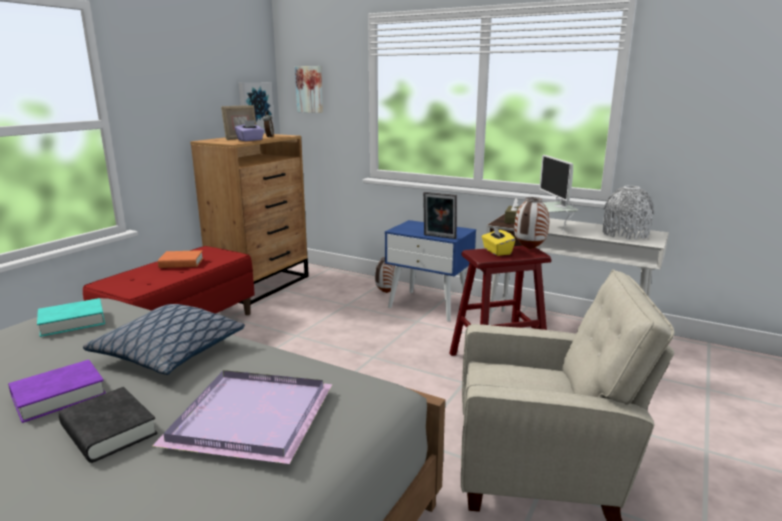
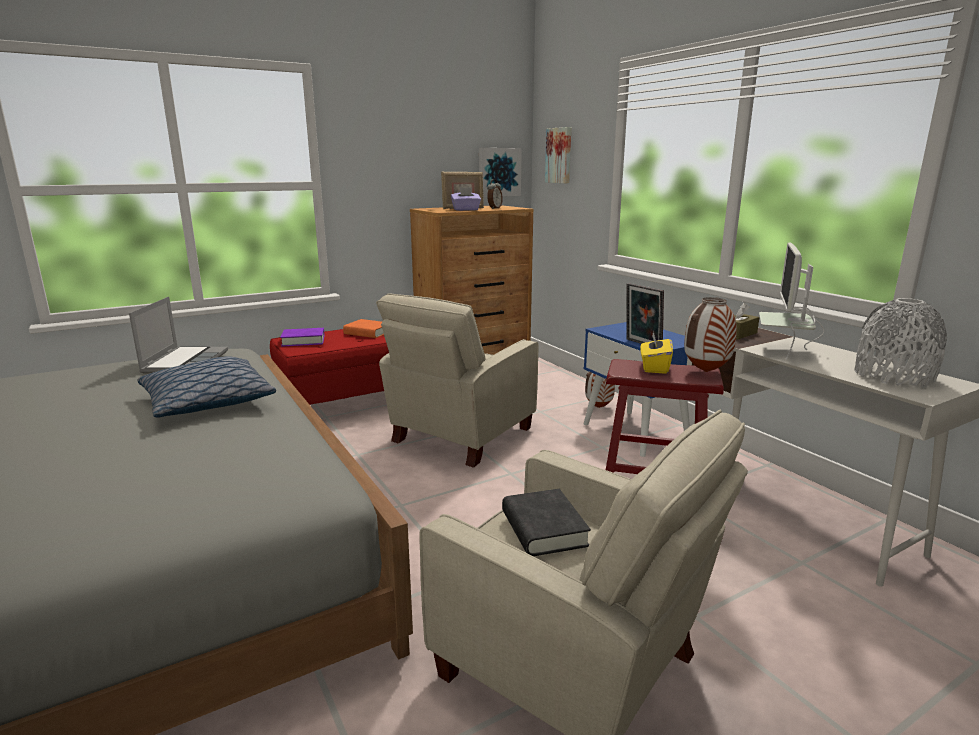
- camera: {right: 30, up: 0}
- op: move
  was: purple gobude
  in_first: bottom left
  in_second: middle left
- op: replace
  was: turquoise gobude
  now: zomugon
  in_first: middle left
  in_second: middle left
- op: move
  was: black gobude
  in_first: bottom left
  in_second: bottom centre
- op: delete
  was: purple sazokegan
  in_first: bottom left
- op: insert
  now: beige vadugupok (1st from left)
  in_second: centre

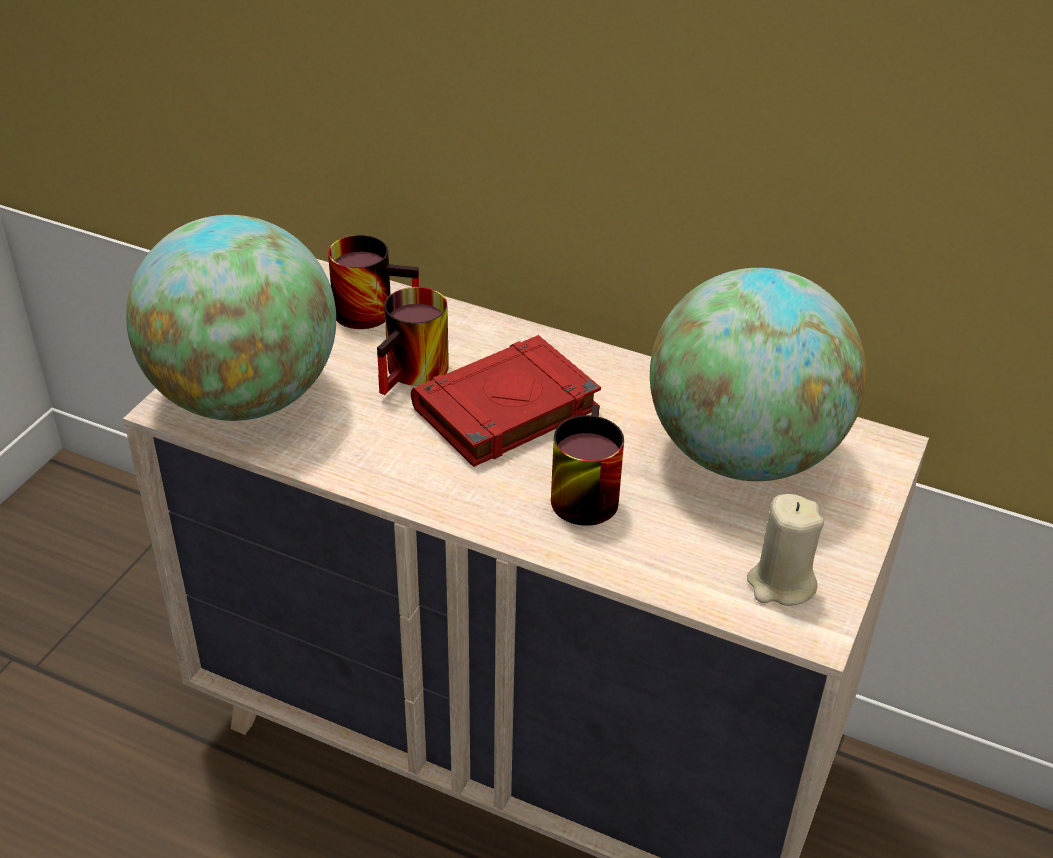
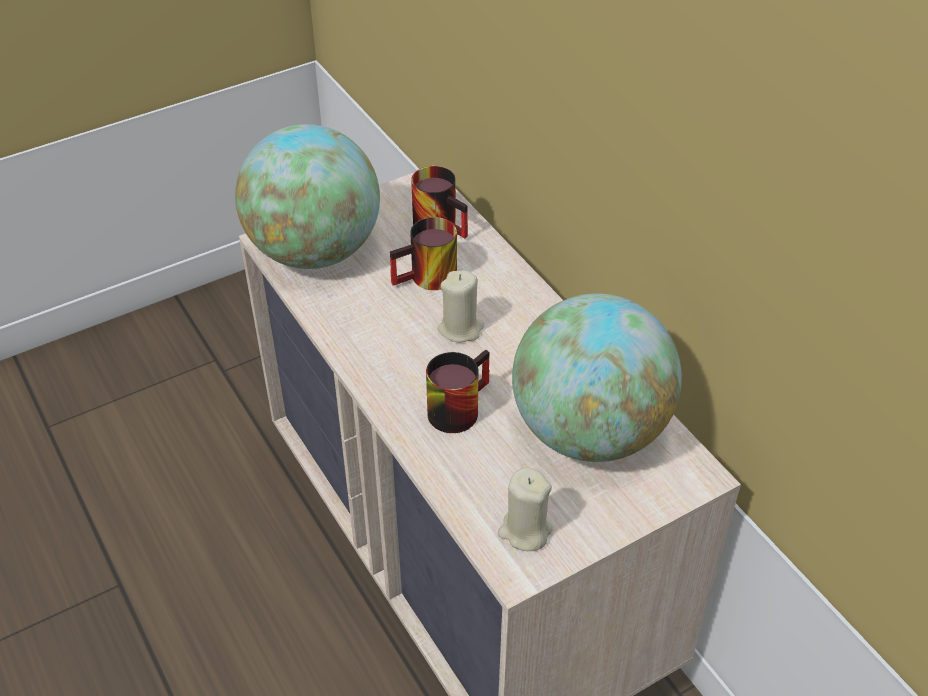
- camera: {right: 35, up: 5}
- op: replace
  was: red gobude
  now: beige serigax (1st from left)
  in_first: centre
  in_second: centre

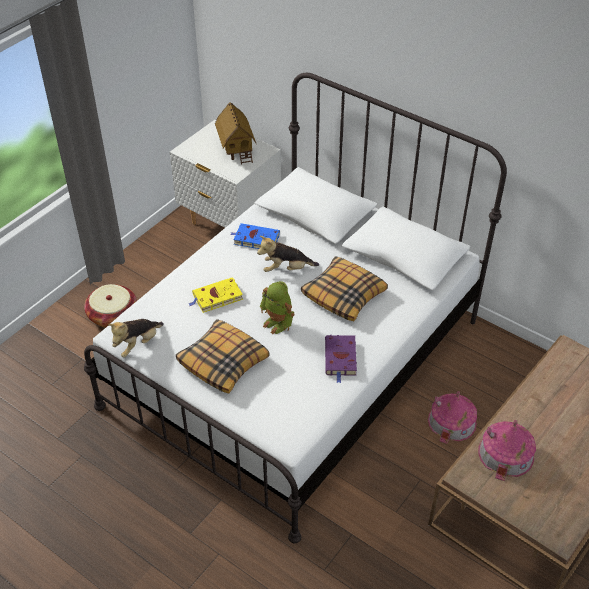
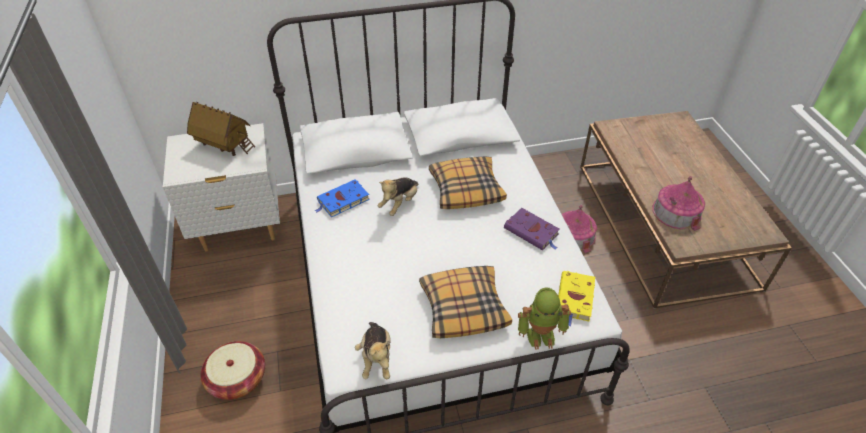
- camera: {right: -50, up: 0}
- op: move
  was: yellow gobude
  in_first: centre
  in_second: bottom centre
- op: move
  was: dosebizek
  in_first: centre
  in_second: bottom centre

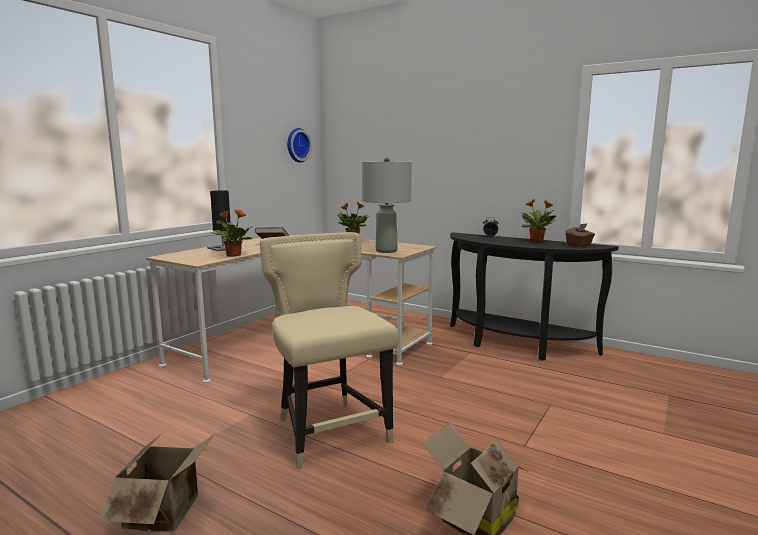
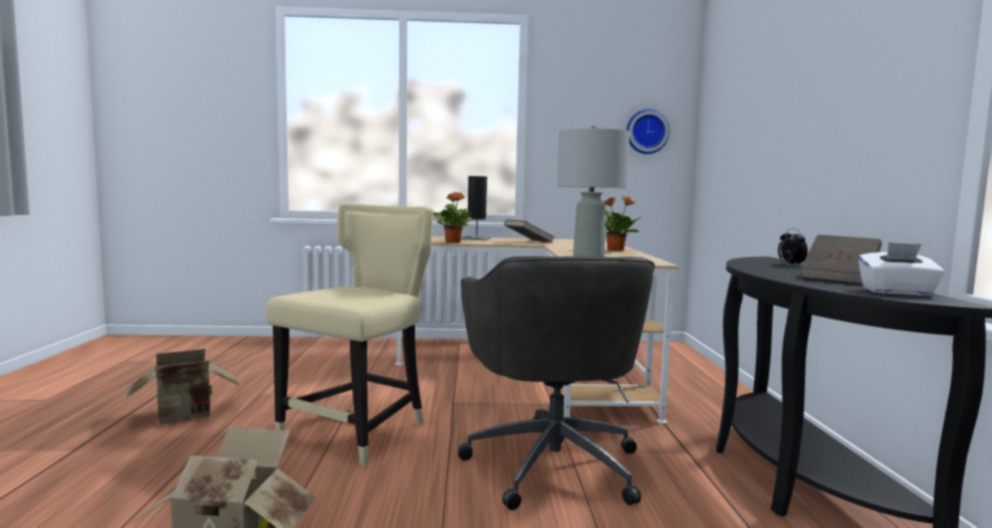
- camera: {right: 55, up: -5}
- op: replace
  was: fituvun (3rd from left)
  now: brown gobude (2nd from left)
  in_first: middle right
  in_second: middle right
- op: recolor
  was: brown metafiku
  now: white metafiku
  in_first: middle right
  in_second: middle right
- op: insert
  now: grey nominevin
  in_second: bottom centre

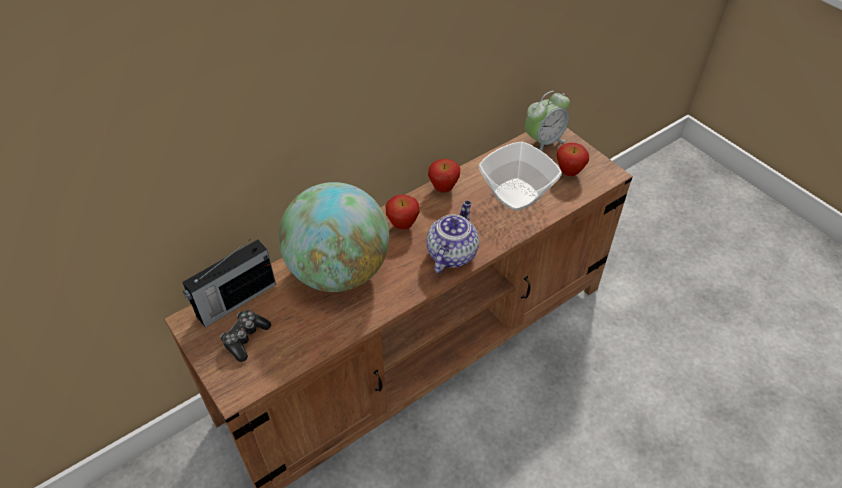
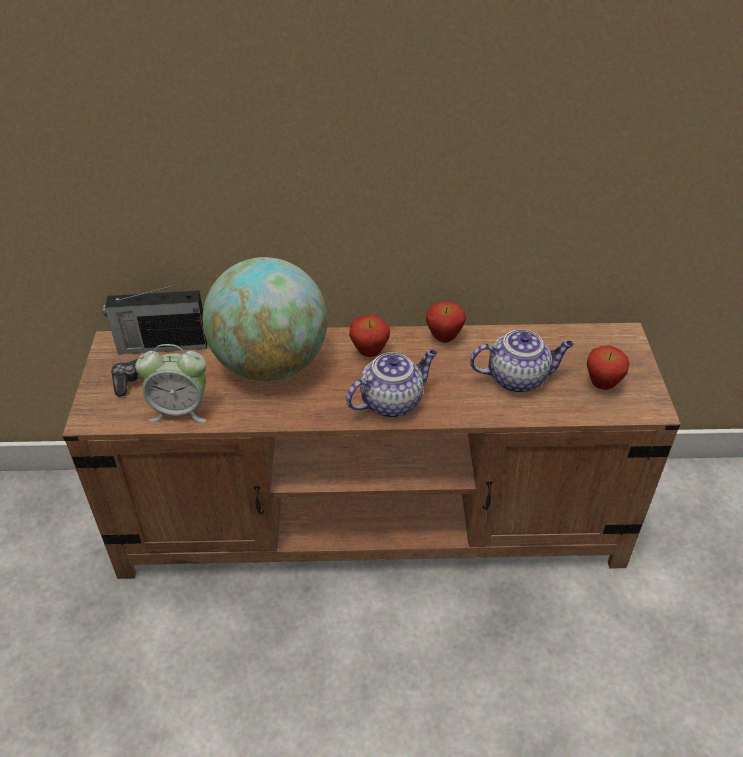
- camera: {right: 35, up: -5}
- op: replace
  was: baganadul
  now: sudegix (2nd from left)
  in_first: centre
  in_second: middle right
- op: move
  was: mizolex
  in_first: top centre
  in_second: middle left

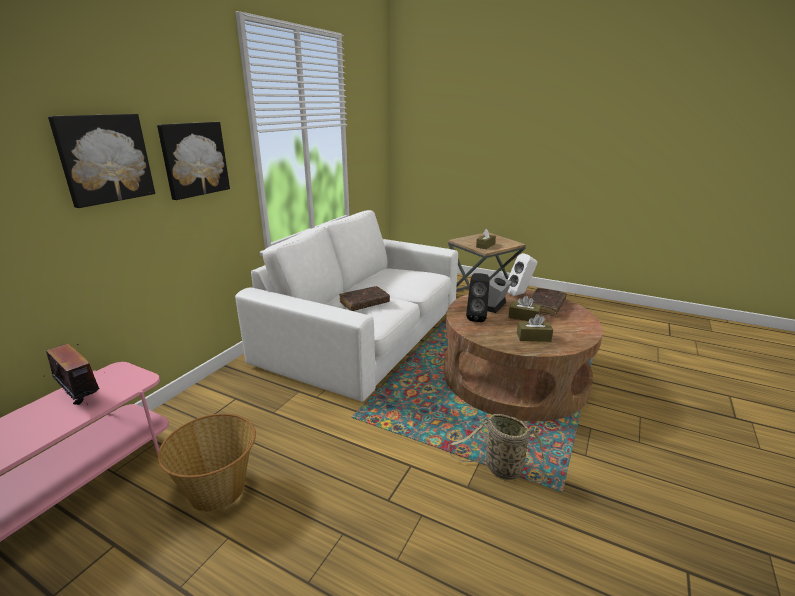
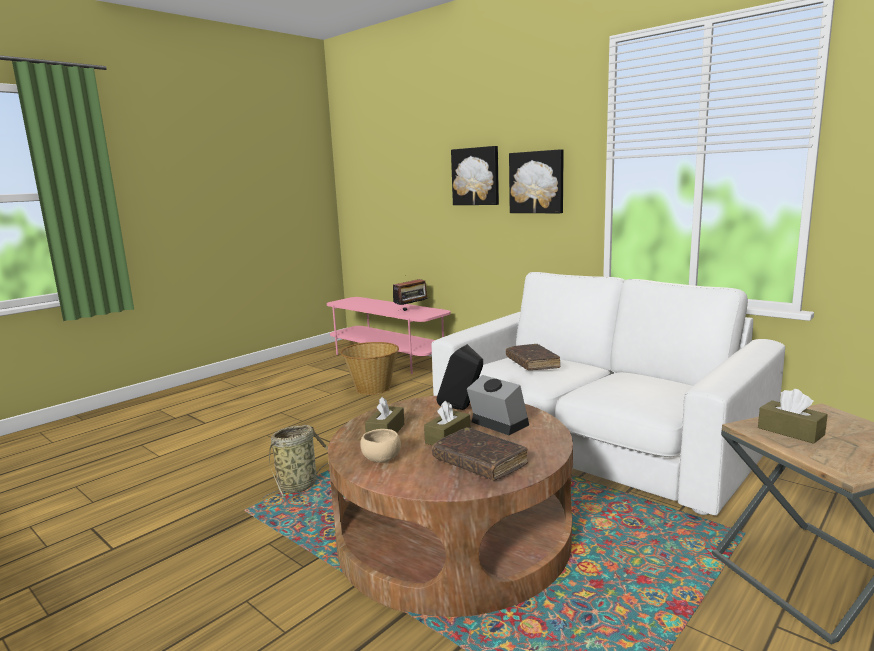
- camera: {right: 105, up: -10}
- op: delete
  was: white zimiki
  in_first: centre
- op: insert
  now: beige baganadul
  in_second: bottom centre

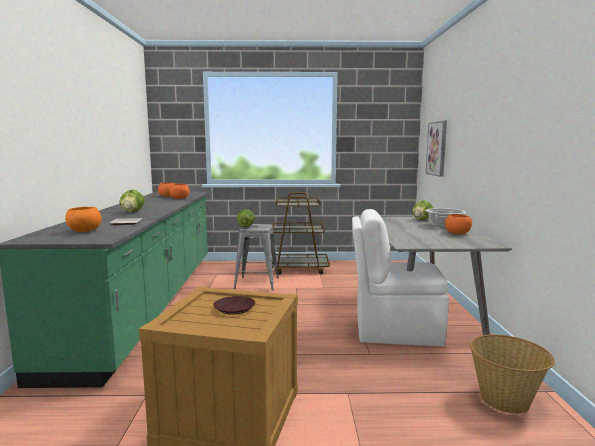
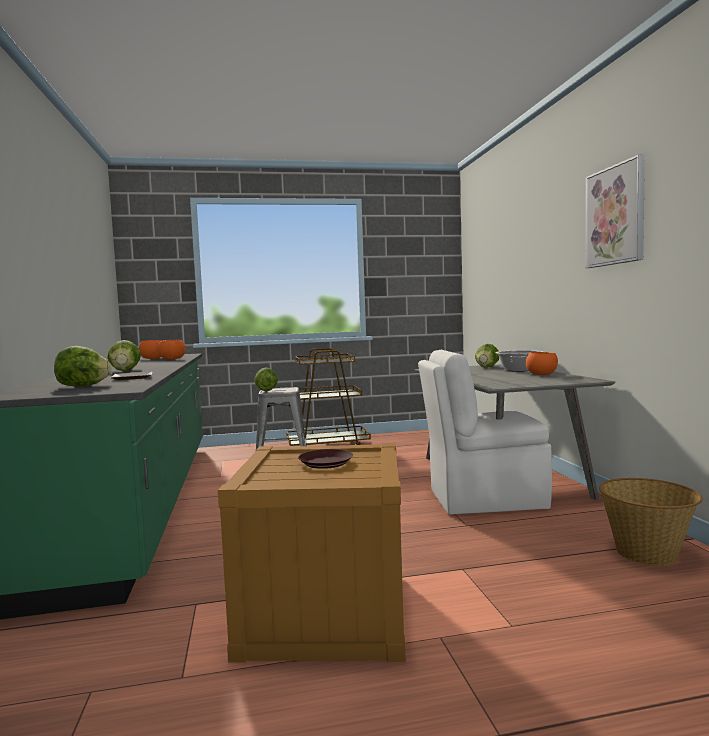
- camera: {right: -10, up: -5}
- op: replace
  was: orange baganadul (1st from left)
  now: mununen (1st from left)
  in_first: middle left
  in_second: middle left
- op: move
  was: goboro
  in_first: middle right
  in_second: top right

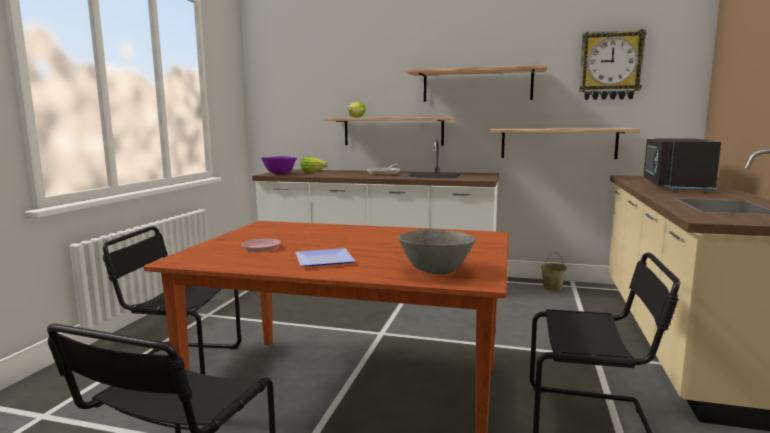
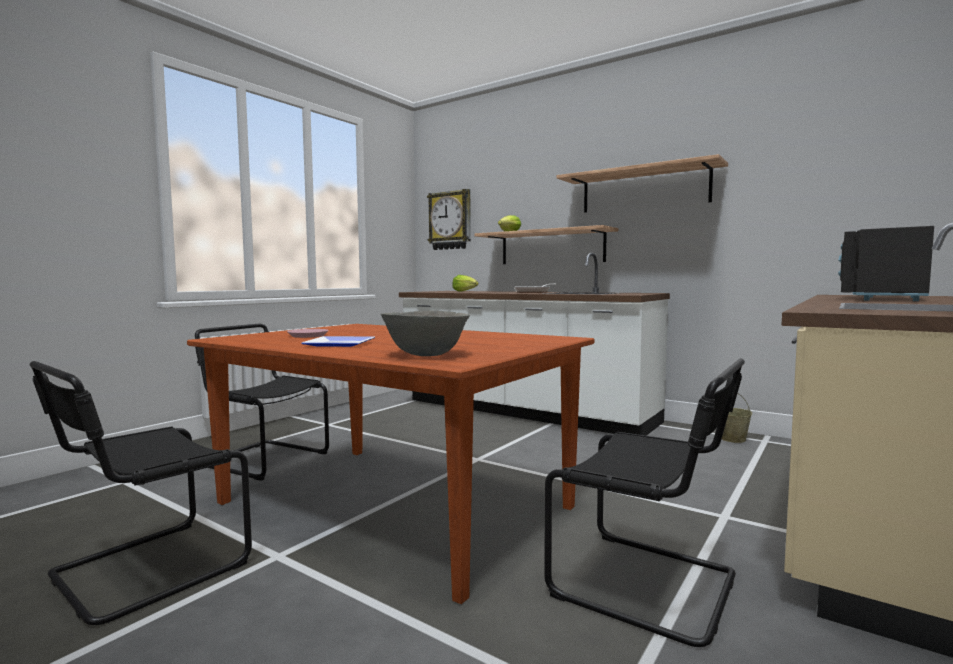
- camera: {right: 20, up: -5}
- op: delete
  was: purple baganadul
  in_first: centre
- op: delete
  was: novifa (3rd from left)
  in_first: top right
- op: move
  was: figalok
  in_first: top right
  in_second: top centre

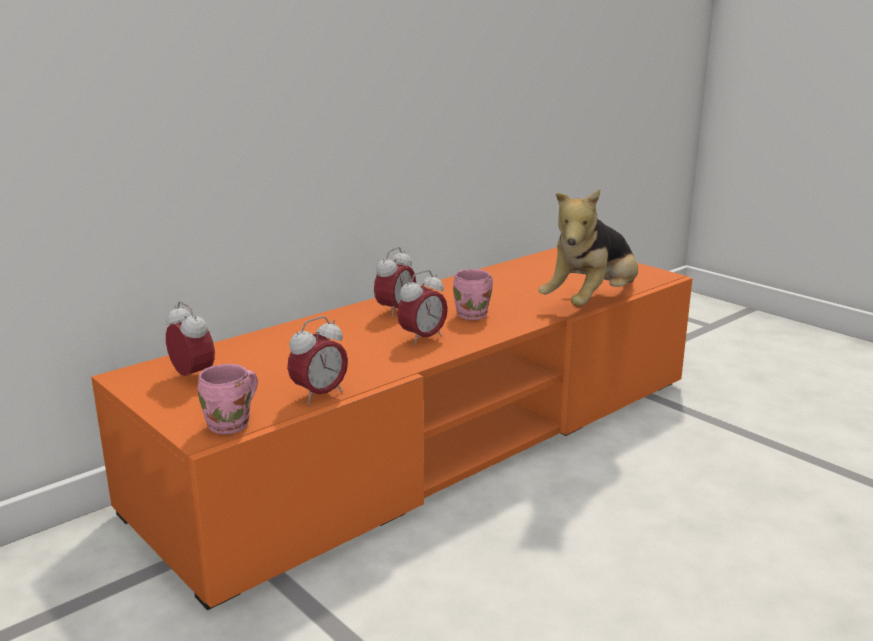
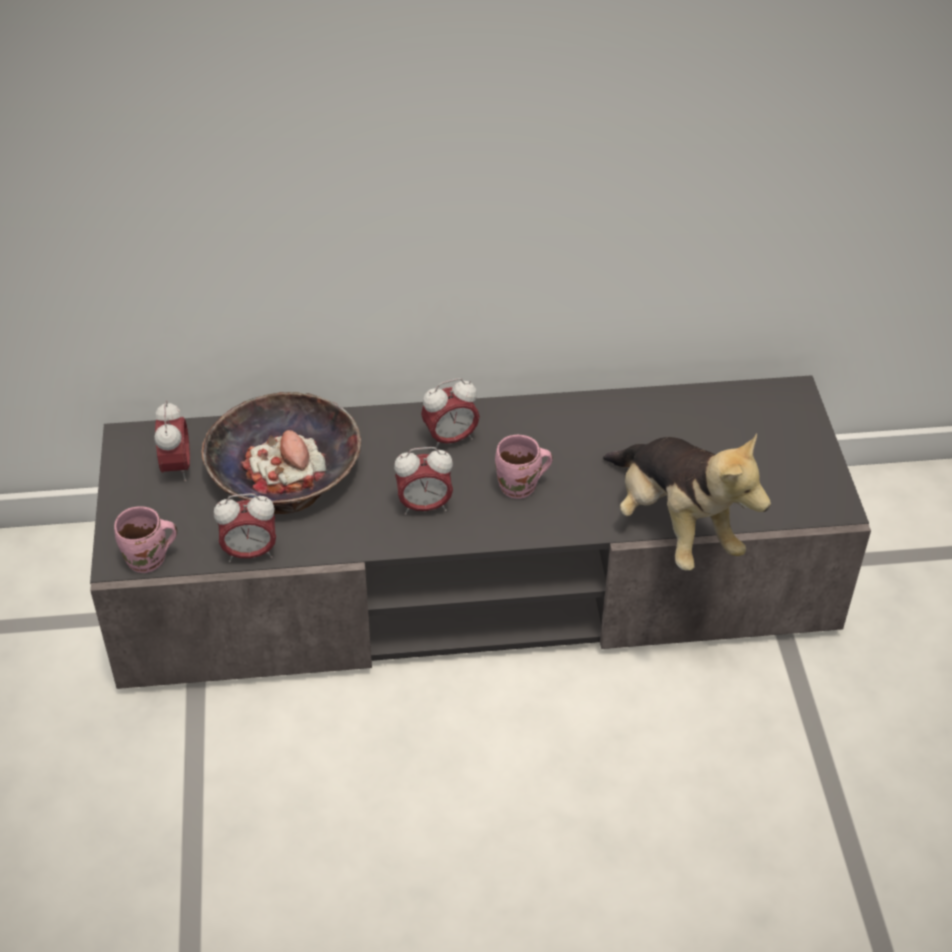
- camera: {right: 35, up: 25}
- op: recolor
  was: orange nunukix
  now: grey nunukix
  in_first: bottom centre
  in_second: centre
- op: rotate
  was: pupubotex
  in_first: middle right
  in_second: middle right
  clockwise: -105
- op: insert
  now: baganadul
  in_second: middle left

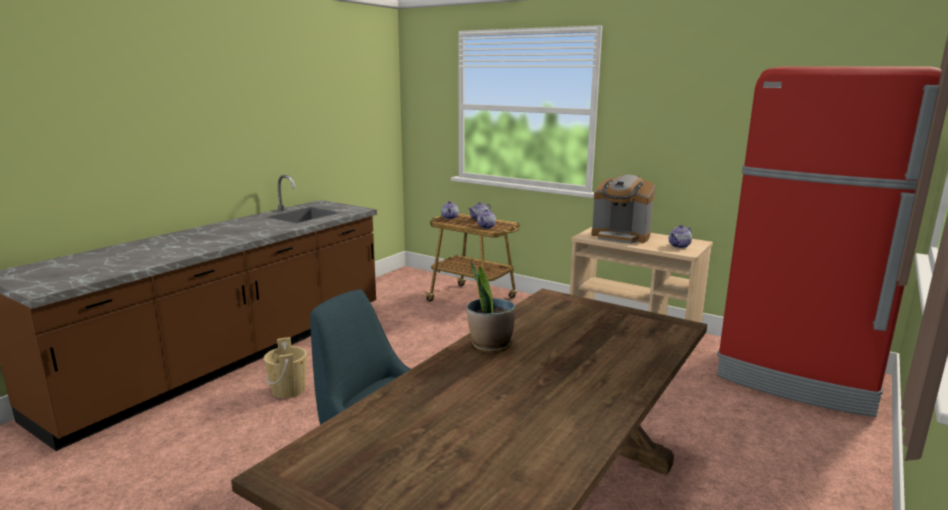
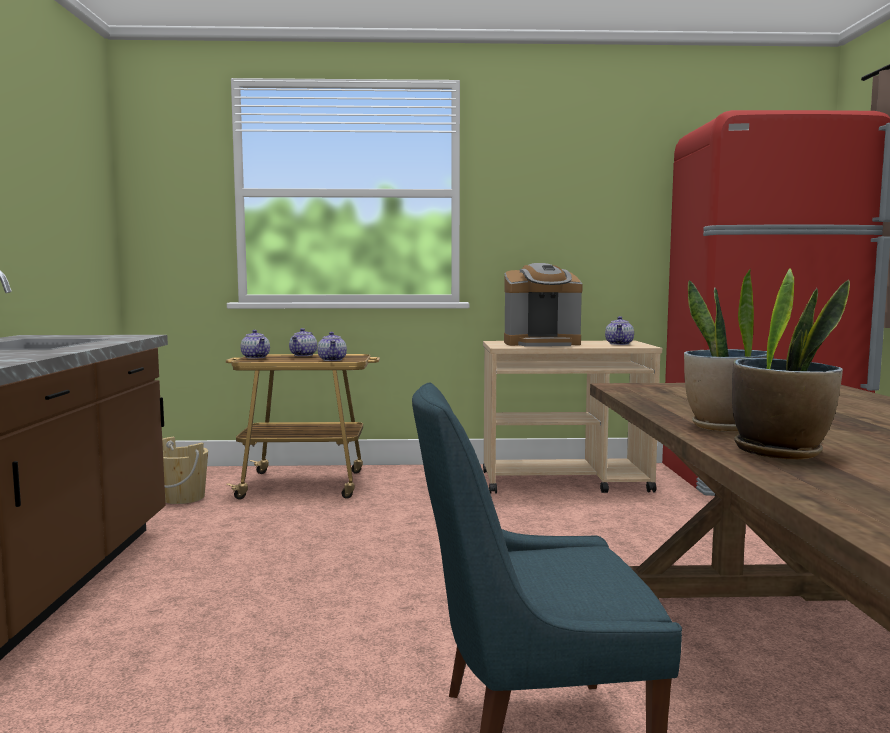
- camera: {right: -35, up: -10}
- op: move
  was: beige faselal
  in_first: bottom left
  in_second: middle left
- op: insert
  now: fituvun (2nd from left)
  in_second: middle right

